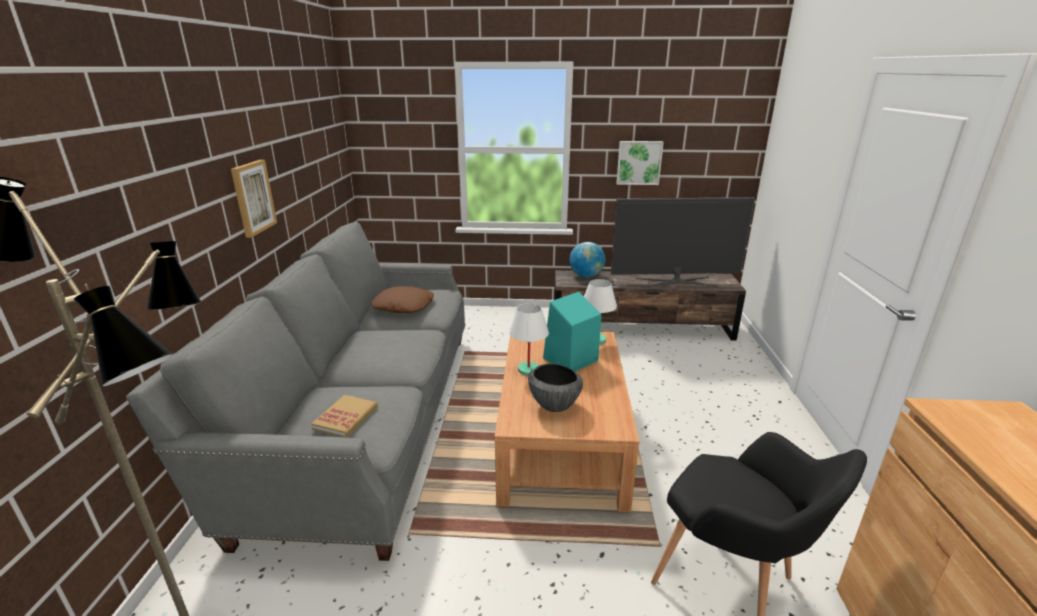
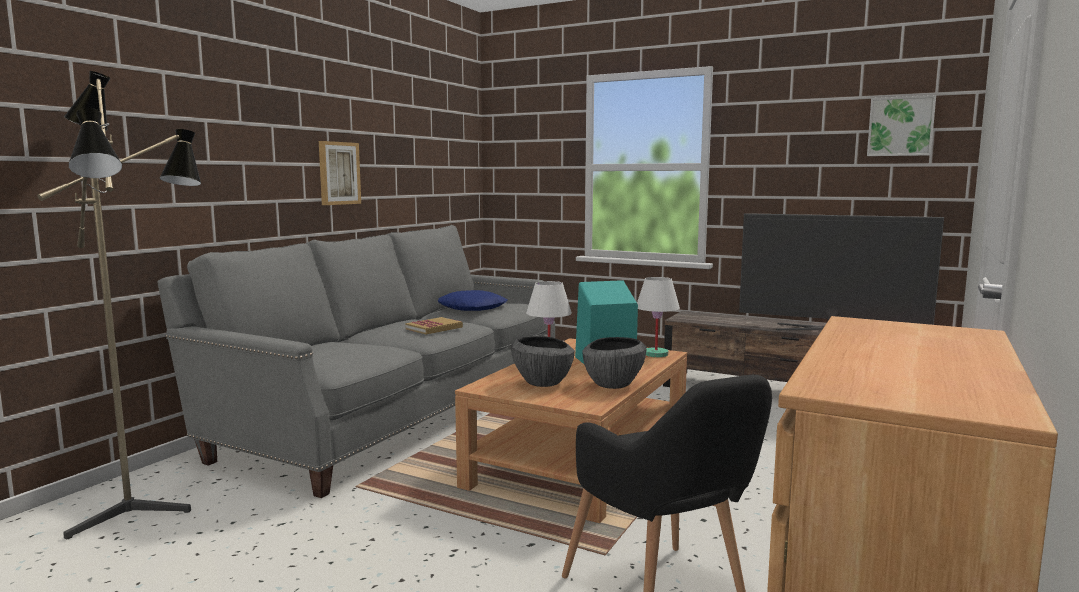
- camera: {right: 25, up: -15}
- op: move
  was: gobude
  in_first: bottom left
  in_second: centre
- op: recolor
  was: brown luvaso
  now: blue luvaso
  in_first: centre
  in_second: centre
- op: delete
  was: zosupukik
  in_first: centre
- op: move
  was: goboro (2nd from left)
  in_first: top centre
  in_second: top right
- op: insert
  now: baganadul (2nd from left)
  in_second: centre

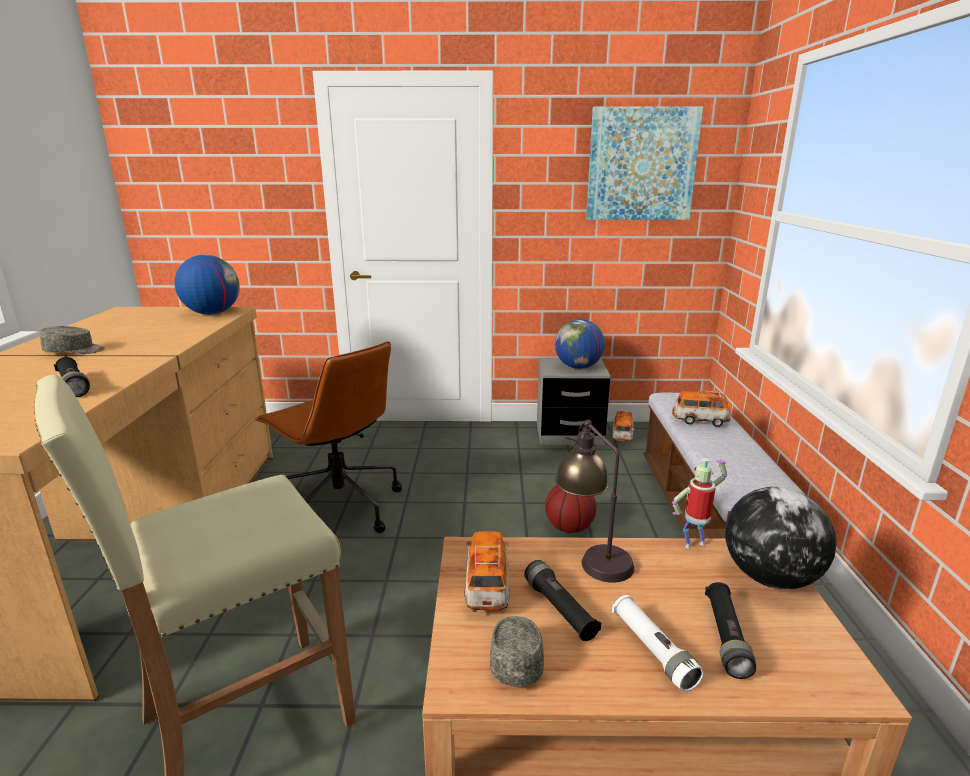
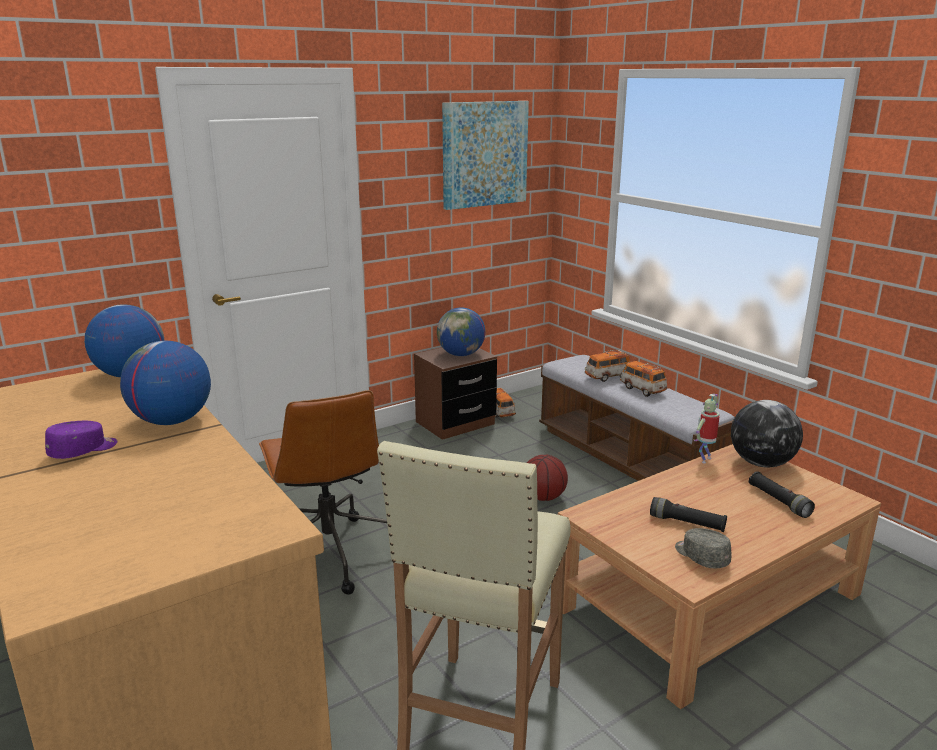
- camera: {right: -35, up: 0}
- op: recolor
  was: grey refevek (1st from left)
  now: purple refevek
  in_first: middle left
  in_second: middle left
- op: delete
  was: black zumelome (1st from left)
  in_first: middle left
- op: rotate
  was: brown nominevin
  in_first: centre
  in_second: centre
  clockwise: 60
- op: move
  was: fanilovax (1st from left in the first image)
  now: fanilovax (3rd from left)
  in_first: bottom centre
  in_second: middle right
- op: recolor
  was: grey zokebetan
  now: brown zokebetan
  in_first: centre
  in_second: centre
- op: delete
  was: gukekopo
  in_first: centre
- op: delete
  was: white zumelome
  in_first: bottom right
- op: insert
  now: zosupukik (2nd from left)
  in_second: middle left

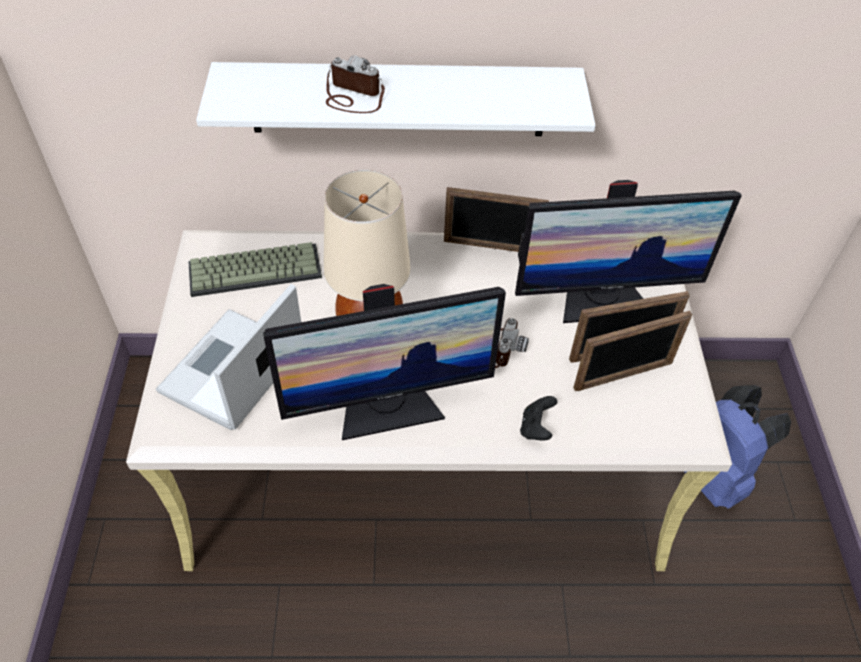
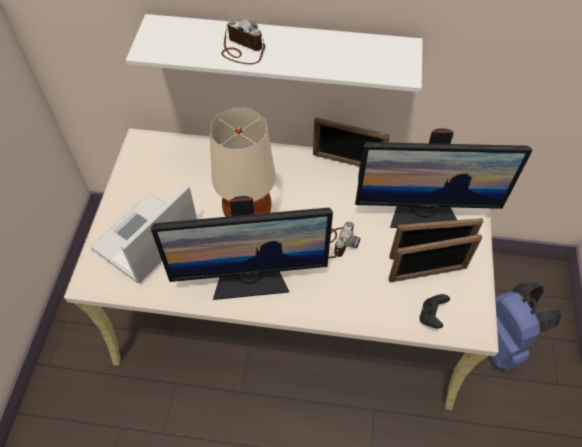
- camera: {right: 10, up: 5}
- op: delete
  was: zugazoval
  in_first: middle left
- op: move
  was: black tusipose
  in_first: centre
  in_second: bottom right

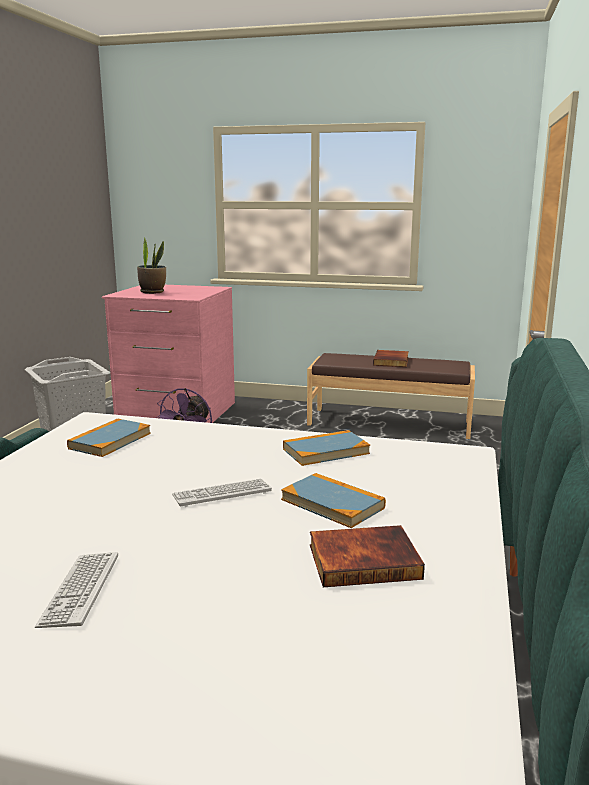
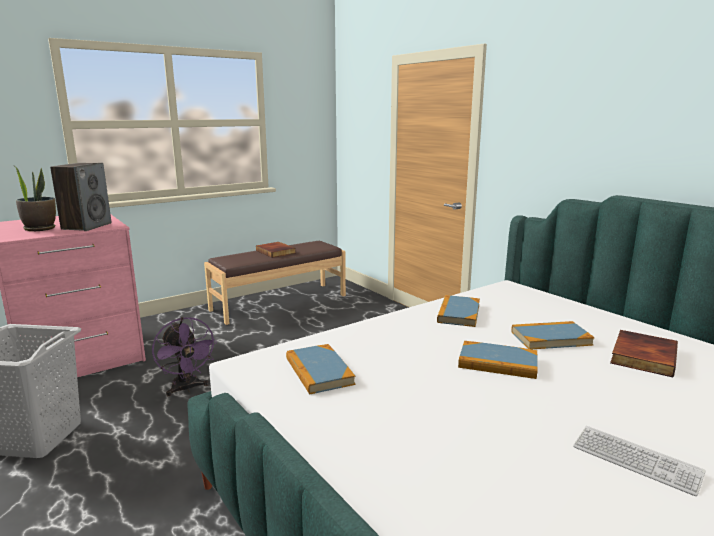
- camera: {right: -50, up: 0}
- op: replace
  was: zugazoval (2nd from left)
  now: gobude (4th from left)
  in_first: centre
  in_second: bottom right
- op: insert
  now: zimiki
  in_second: middle left

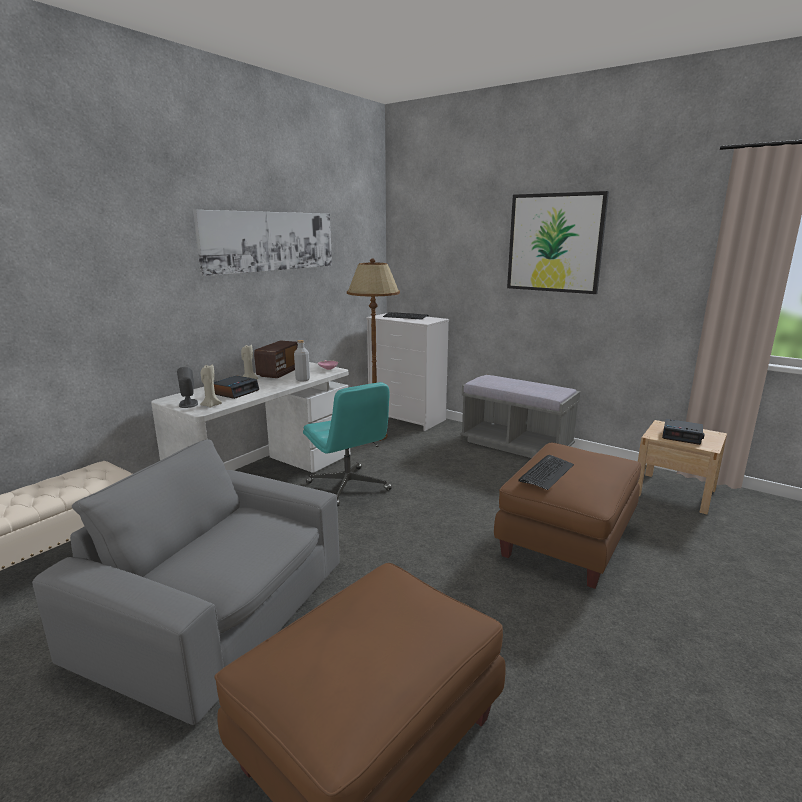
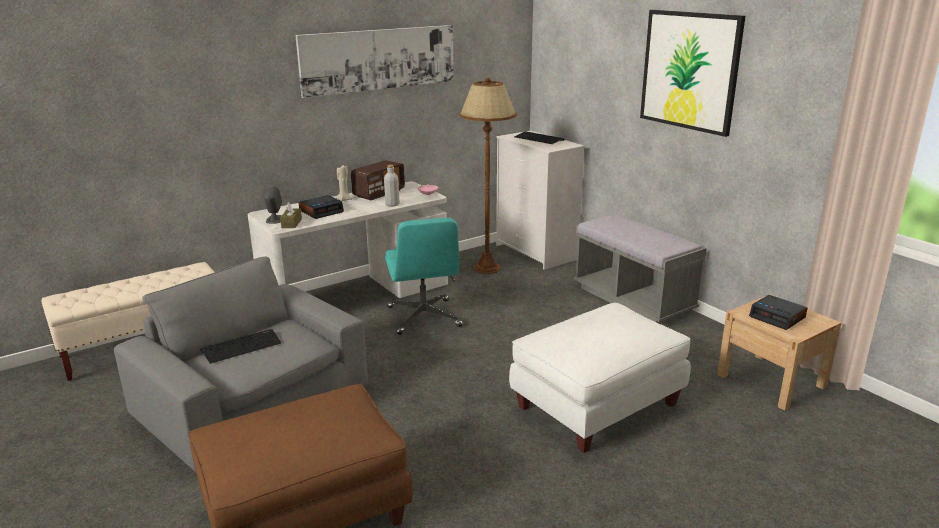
- camera: {right: 20, up: 5}
- op: replace
  was: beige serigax (1st from left)
  now: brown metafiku
  in_first: middle left
  in_second: middle left
- op: recolor
  was: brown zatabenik (2nd from left)
  now: white zatabenik
  in_first: middle right
  in_second: bottom centre
- op: move
  was: zugazoval (2nd from left in the first image)
  now: zugazoval (1st from left)
  in_first: middle right
  in_second: middle left

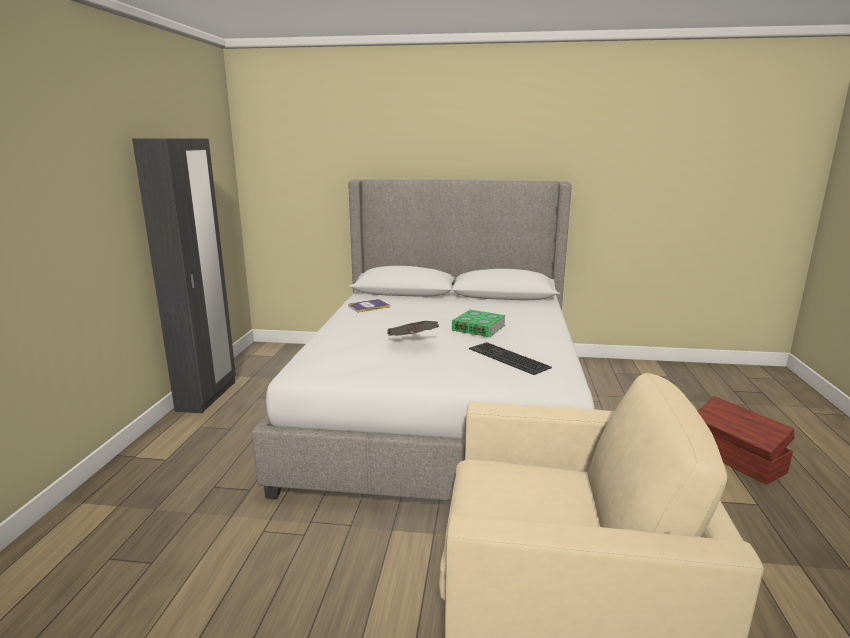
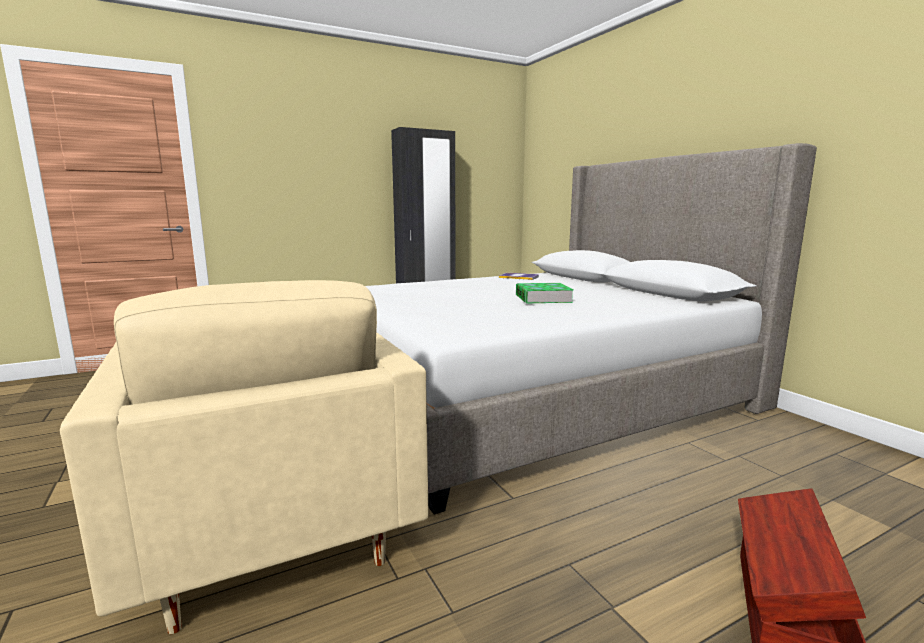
- camera: {right: 55, up: -5}
- op: delete
  was: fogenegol
  in_first: centre
- op: delete
  was: zugazoval
  in_first: centre

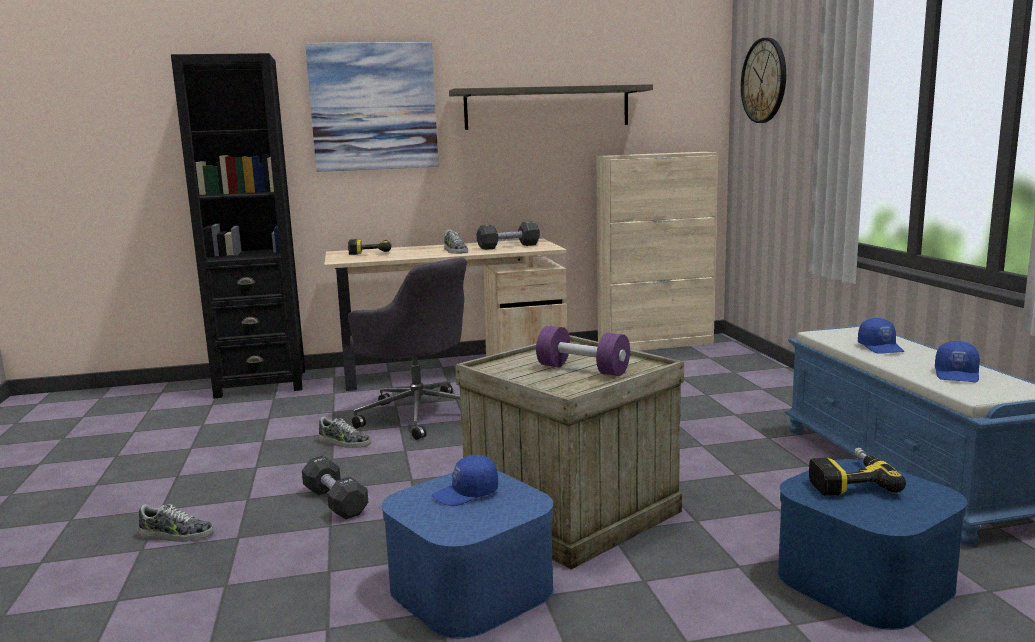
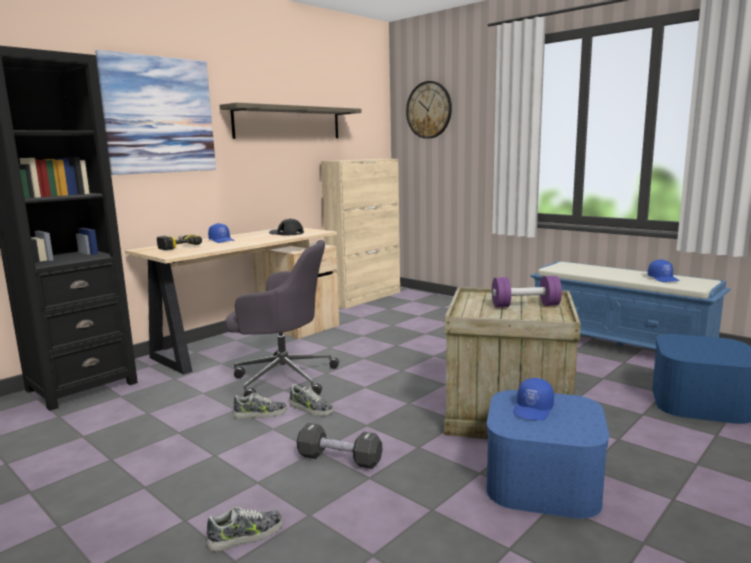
- camera: {right: -35, up: 0}
- op: move
  was: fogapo (3rd from left)
  in_first: centre
  in_second: bottom centre
- op: replace
  was: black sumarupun (2nd from left)
  now: black refevek
  in_first: centre
  in_second: centre
- op: delete
  was: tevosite (2nd from left)
  in_first: bottom right
- op: move
  was: blue refevek (2nd from left in the first image)
  now: blue refevek (1st from left)
  in_first: middle right
  in_second: middle left

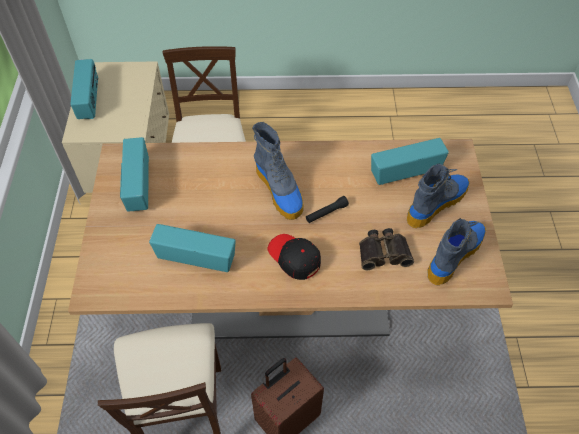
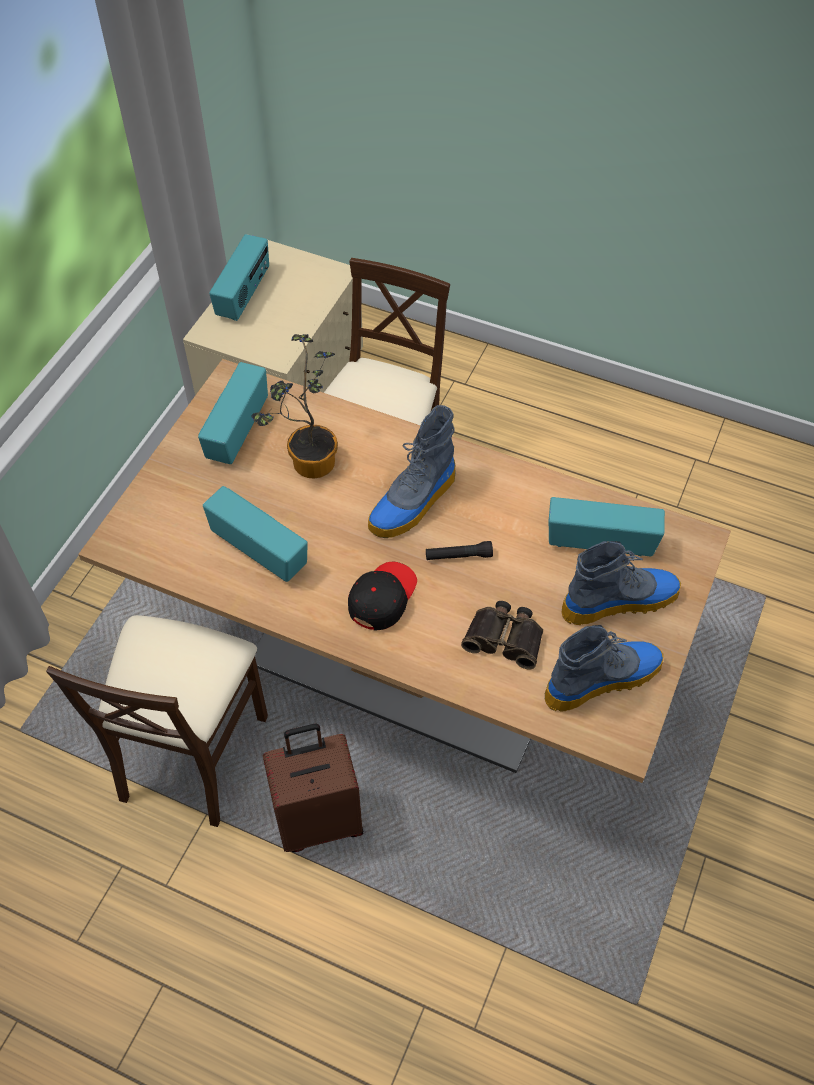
- camera: {right: 25, up: 0}
- op: rotate
  was: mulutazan (1st from left)
  in_first: centre
  in_second: centre
  clockwise: 45
- op: rotate
  was: black refevek
  in_first: centre
  in_second: centre
  clockwise: 45
- op: insert
  now: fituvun
  in_second: centre

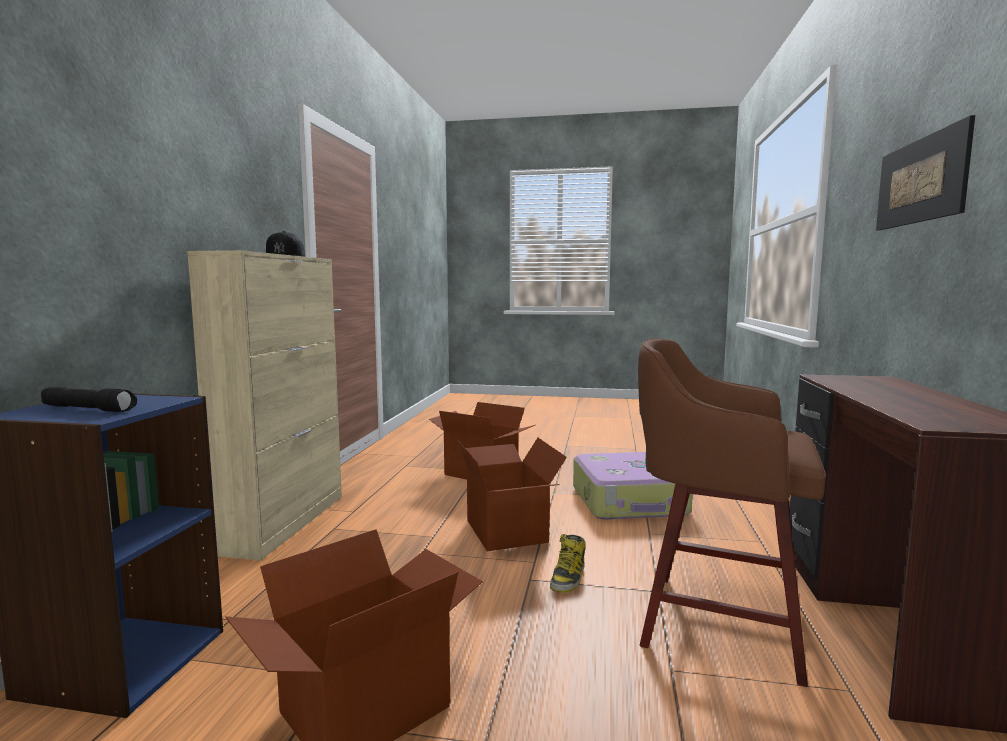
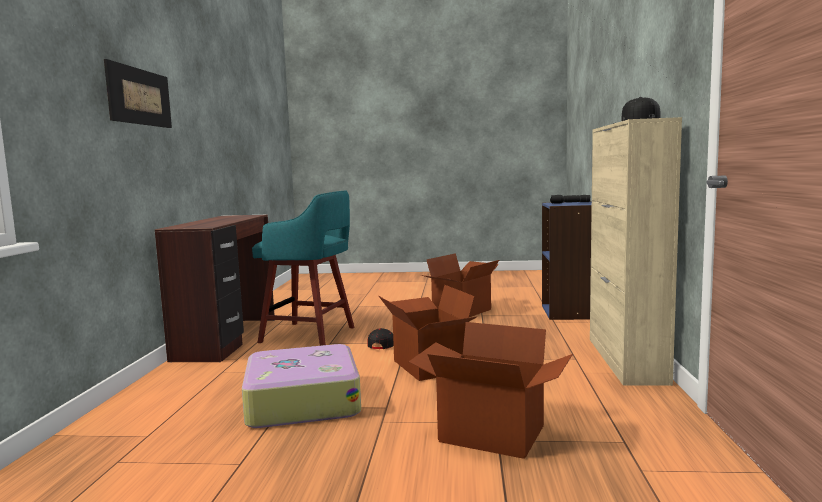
- camera: {right: 175, up: 0}
- op: replace
  was: mulutazan
  now: black refevek (1st from left)
  in_first: bottom centre
  in_second: bottom centre
- op: recolor
  was: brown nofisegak
  now: turquoise nofisegak
  in_first: bottom right
  in_second: centre

